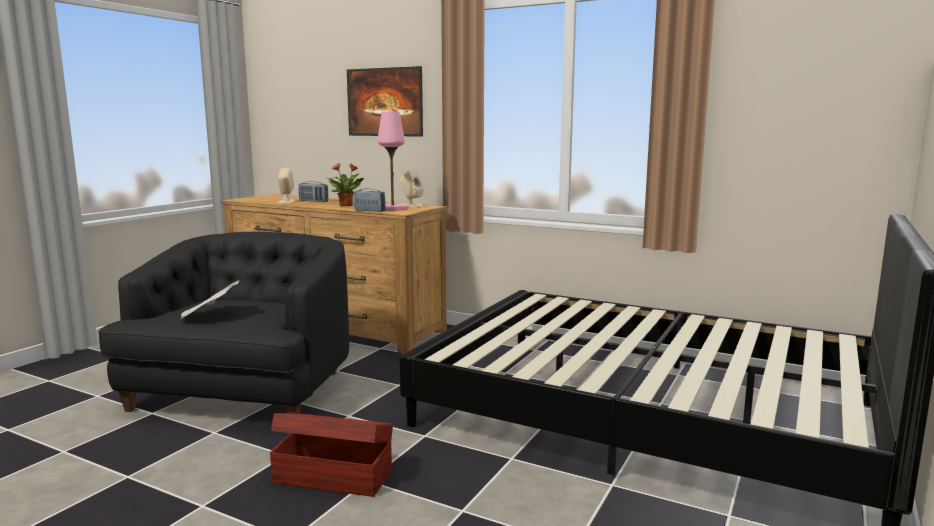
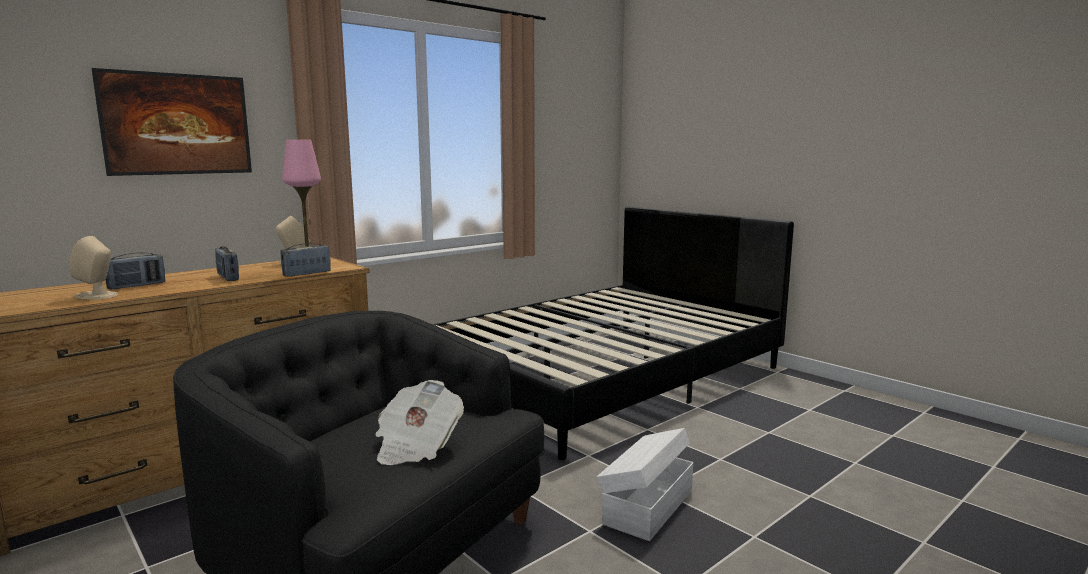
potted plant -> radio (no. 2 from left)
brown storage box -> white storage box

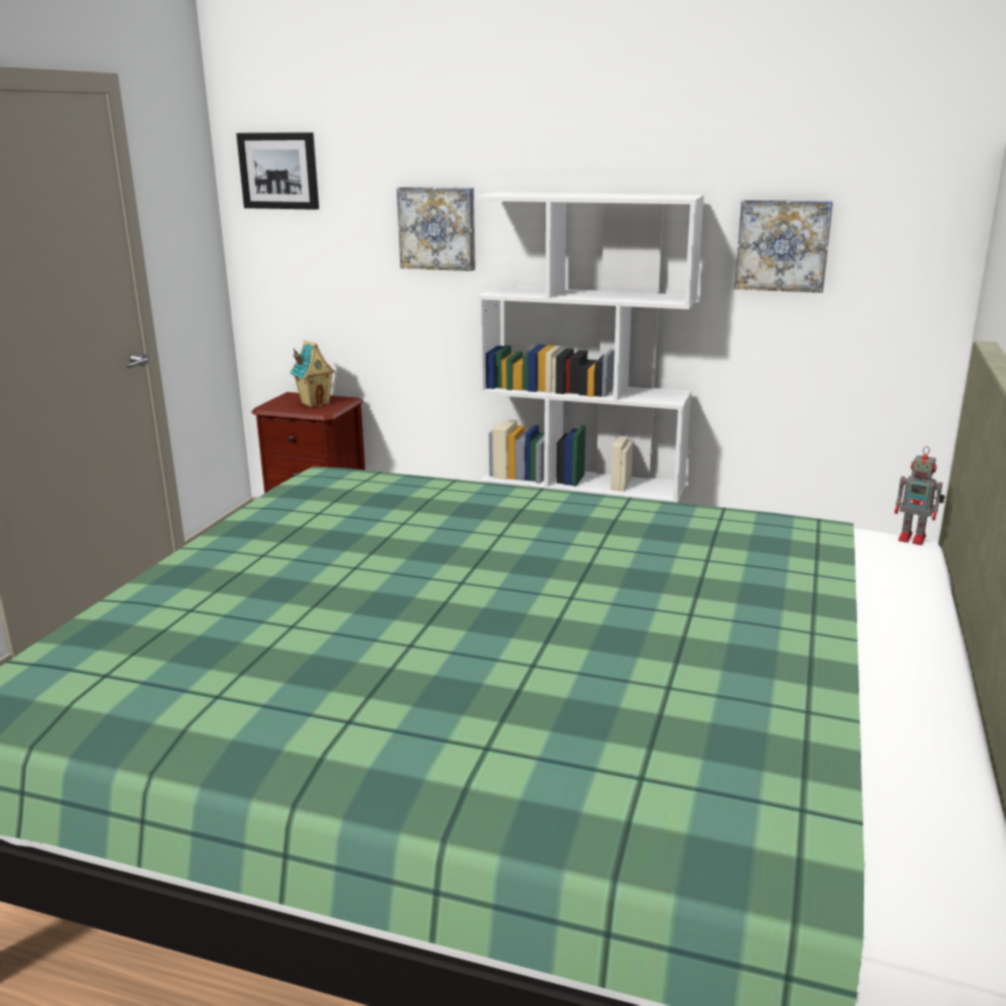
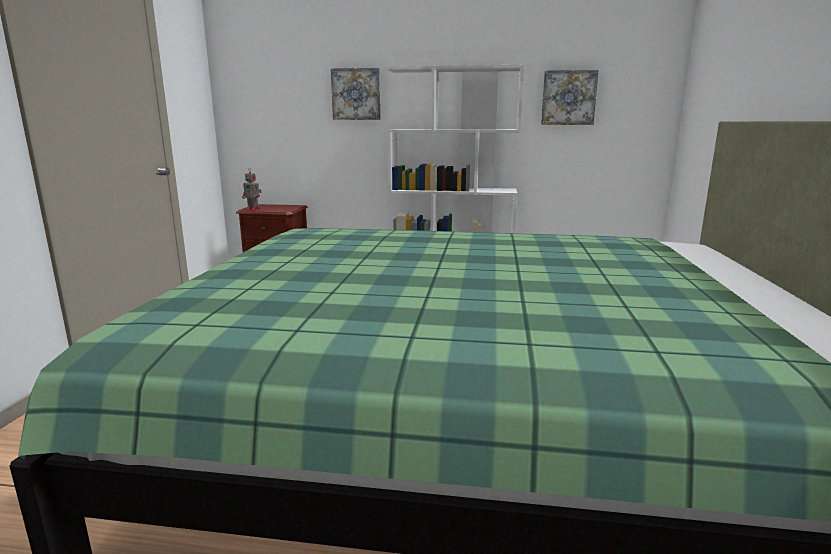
picture (no. 1 from left) -> none
toy house -> none
toy robot, shifted

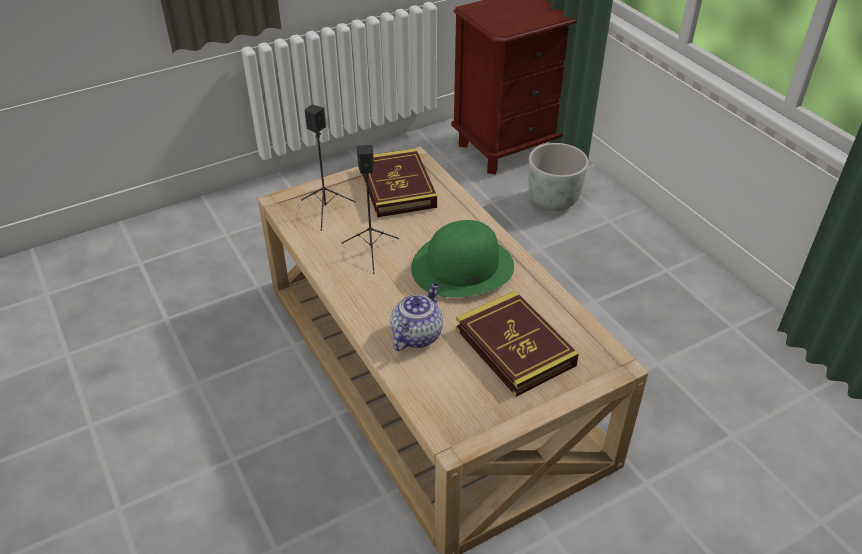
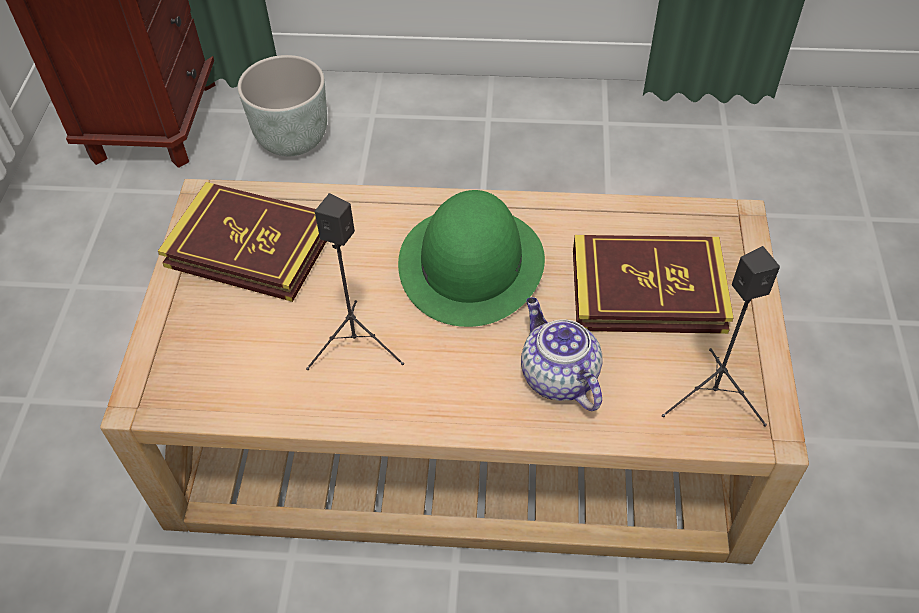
black speaker (no. 1 from left in the first image) -> black speaker (no. 2 from left), shifted

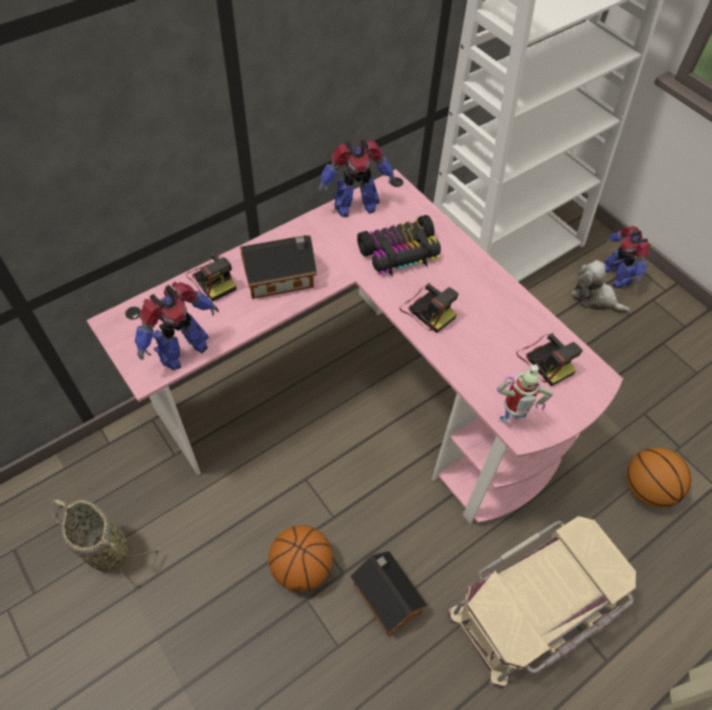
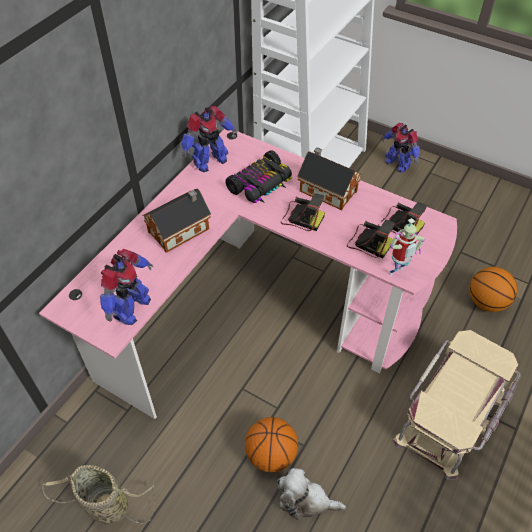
photo camera (no. 1 from left in the first image) -> photo camera (no. 2 from left), shifted
plush toy, shifted
toy house (no. 2 from left), shifted

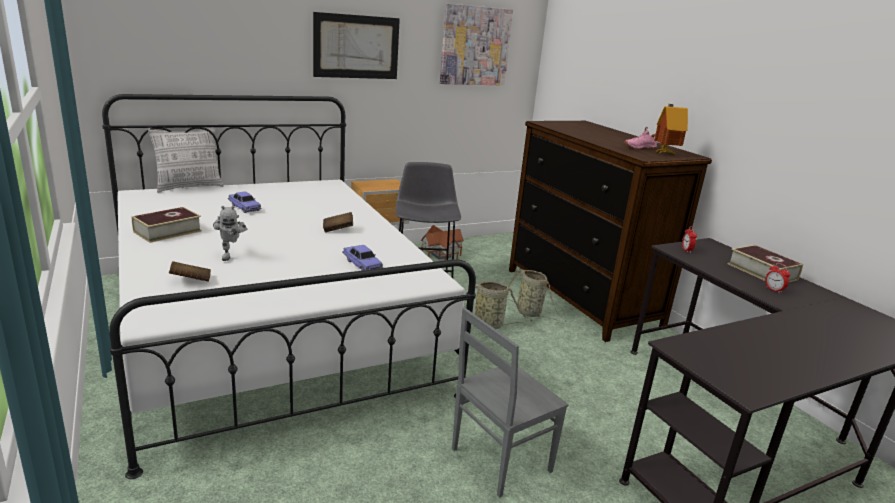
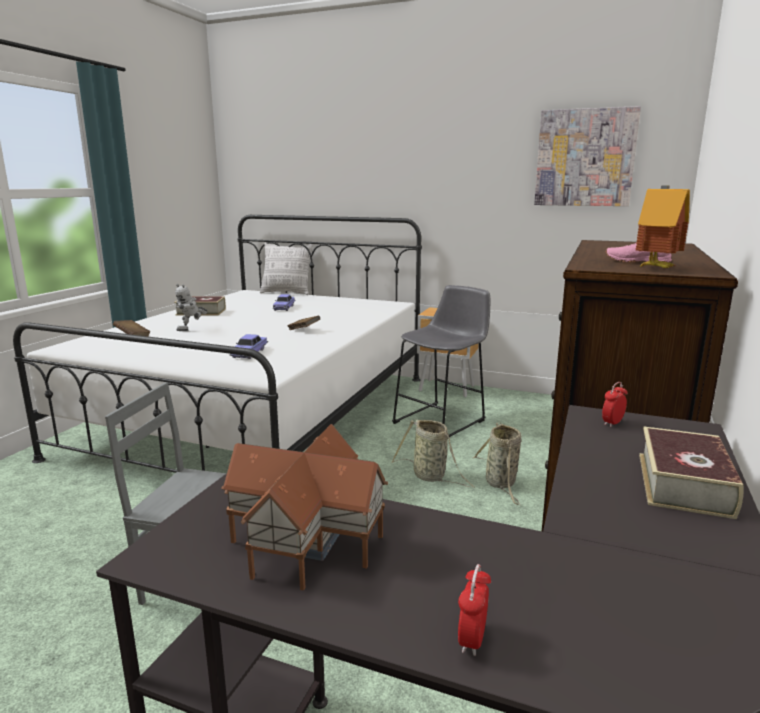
picture (no. 1 from left) -> none
toy house (no. 1 from left), shifted
alarm clock (no. 2 from left in the first image) -> alarm clock (no. 1 from left), shifted

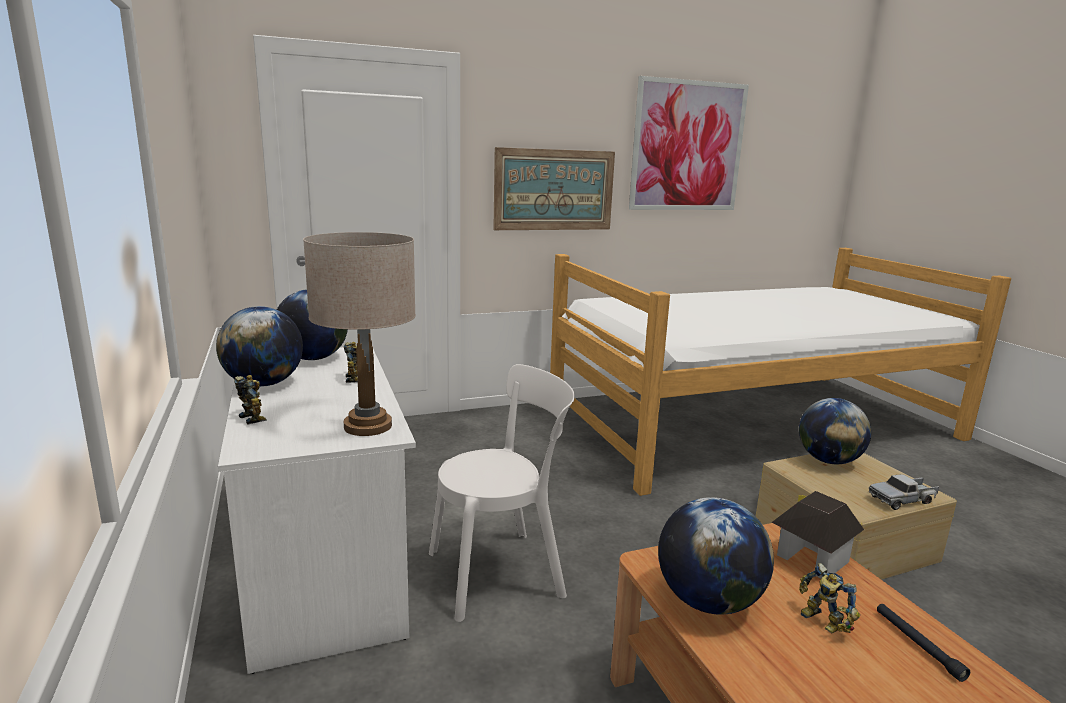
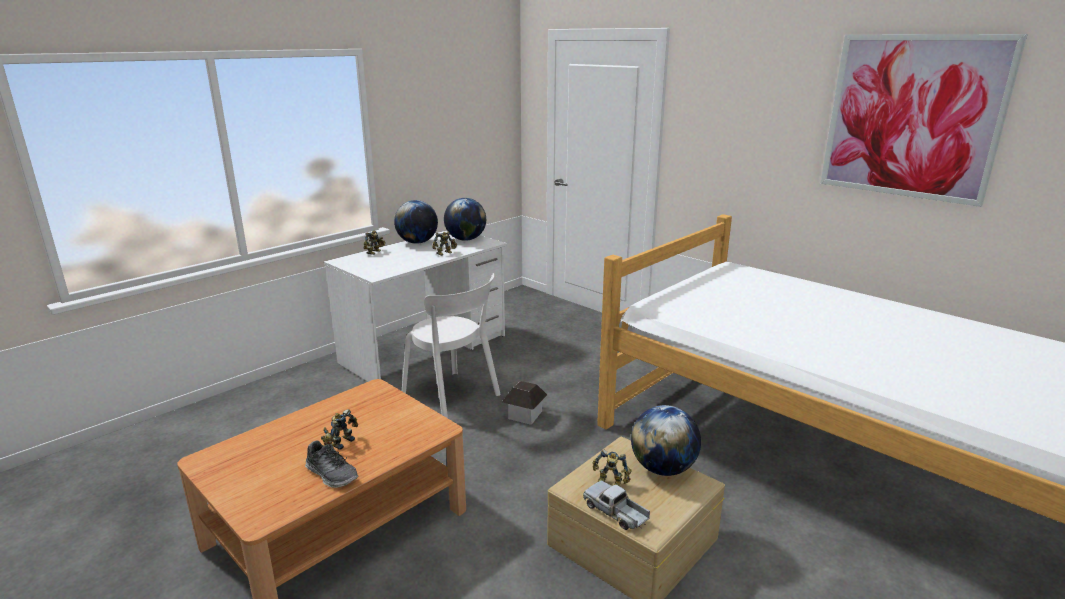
picture (no. 1 from left) -> none
beige table lamp -> none
toy house, shifted
globe (no. 3 from left) -> none
black flashlight -> shoe
none -> toy robot (no. 4 from left)

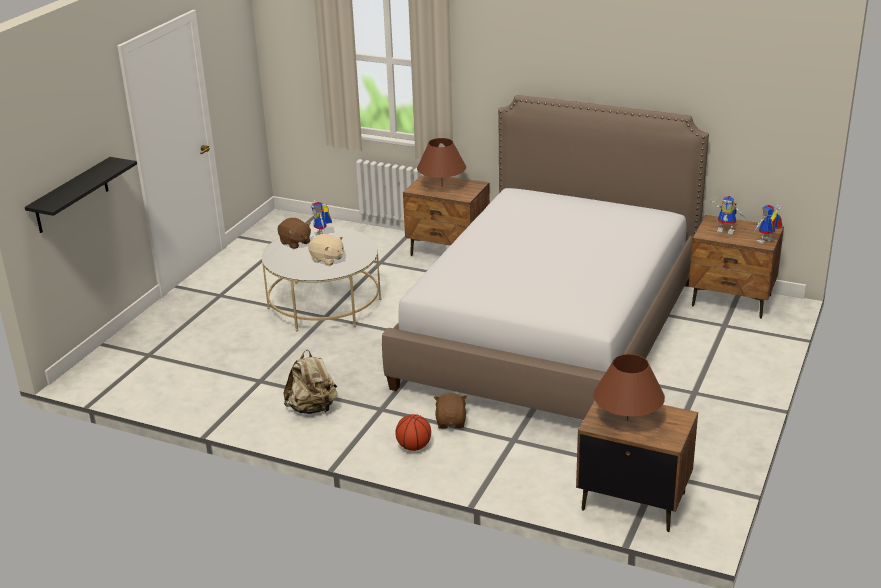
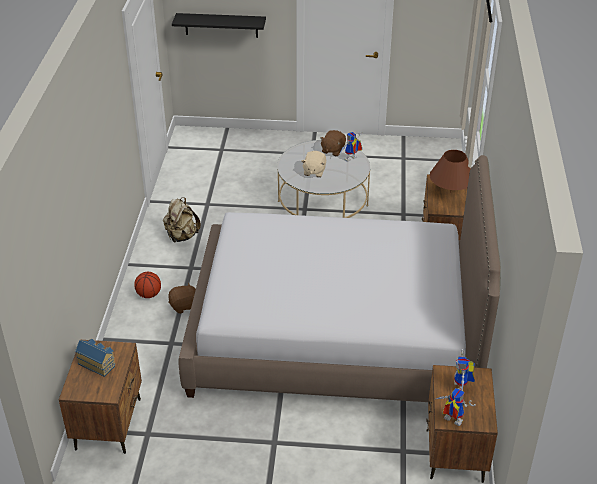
brown table lamp (no. 2 from left) -> toy house

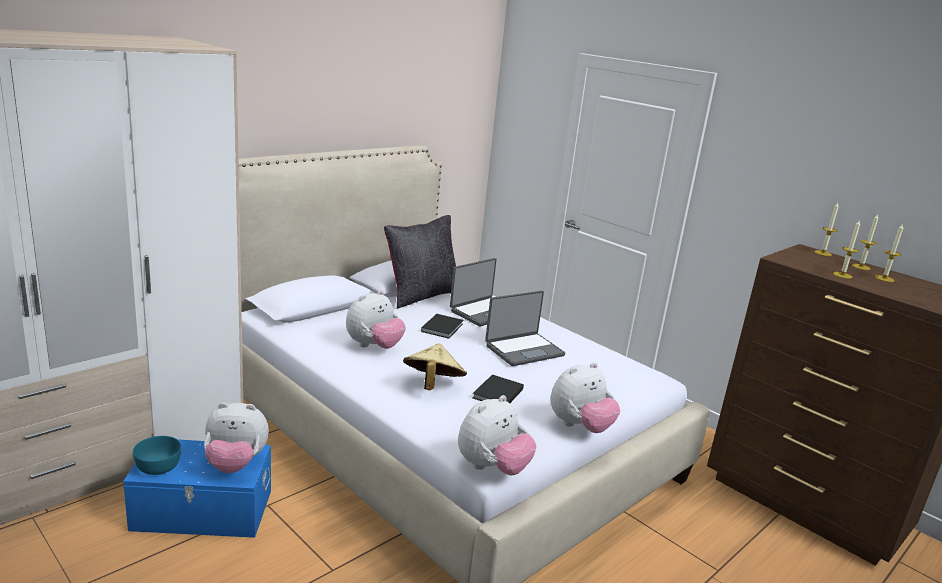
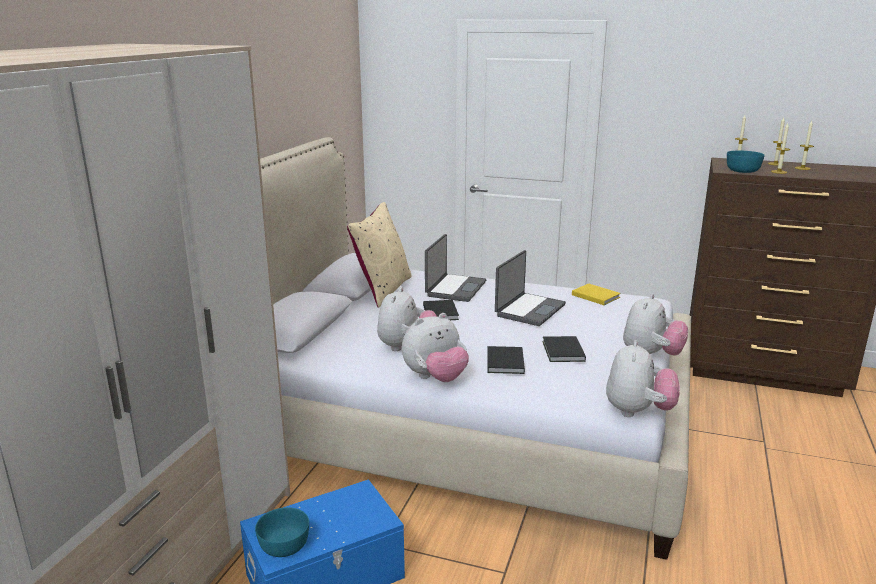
black pillow -> beige pillow
beige hat -> black book (no. 2 from left)
plush toy (no. 1 from left in the first image) -> plush toy (no. 2 from left), shifted
none -> turquoise bowl (no. 2 from left)
none -> yellow book

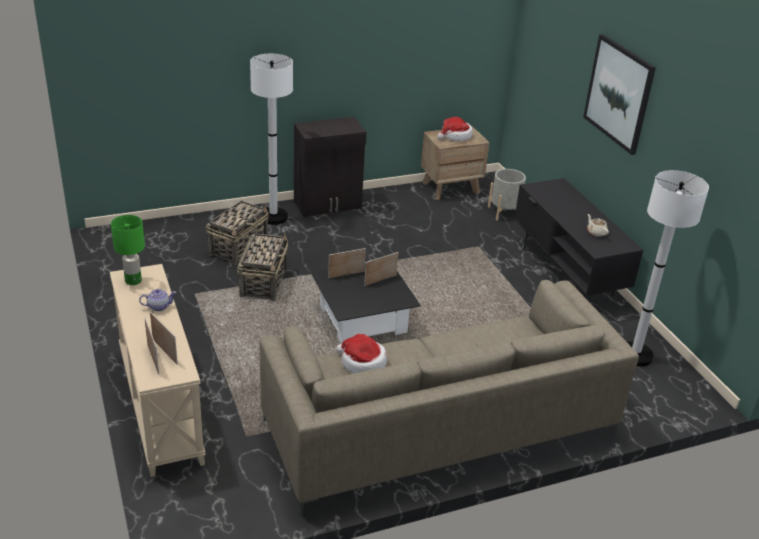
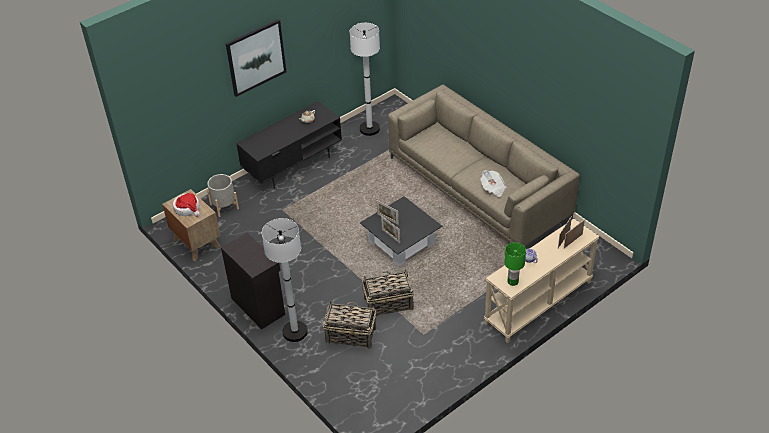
hat (no. 1 from left) -> newspaper

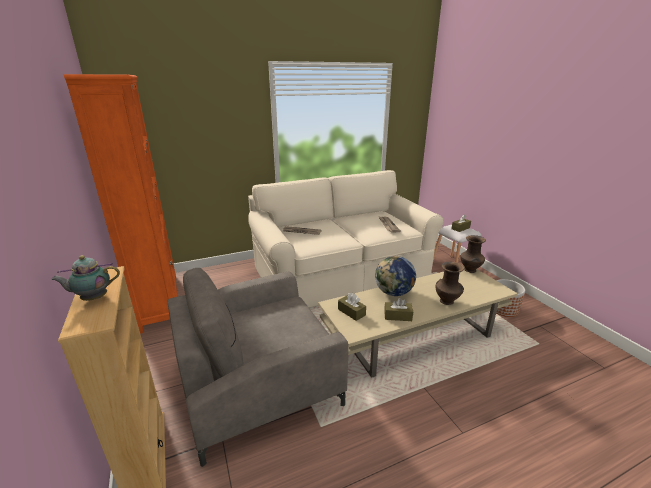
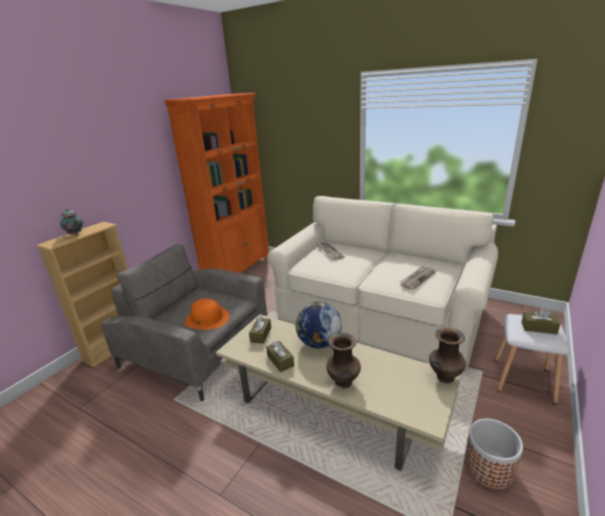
none -> orange hat

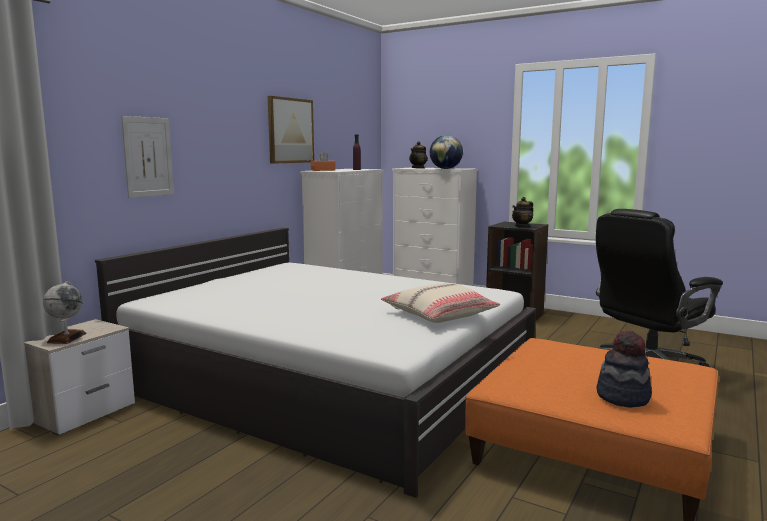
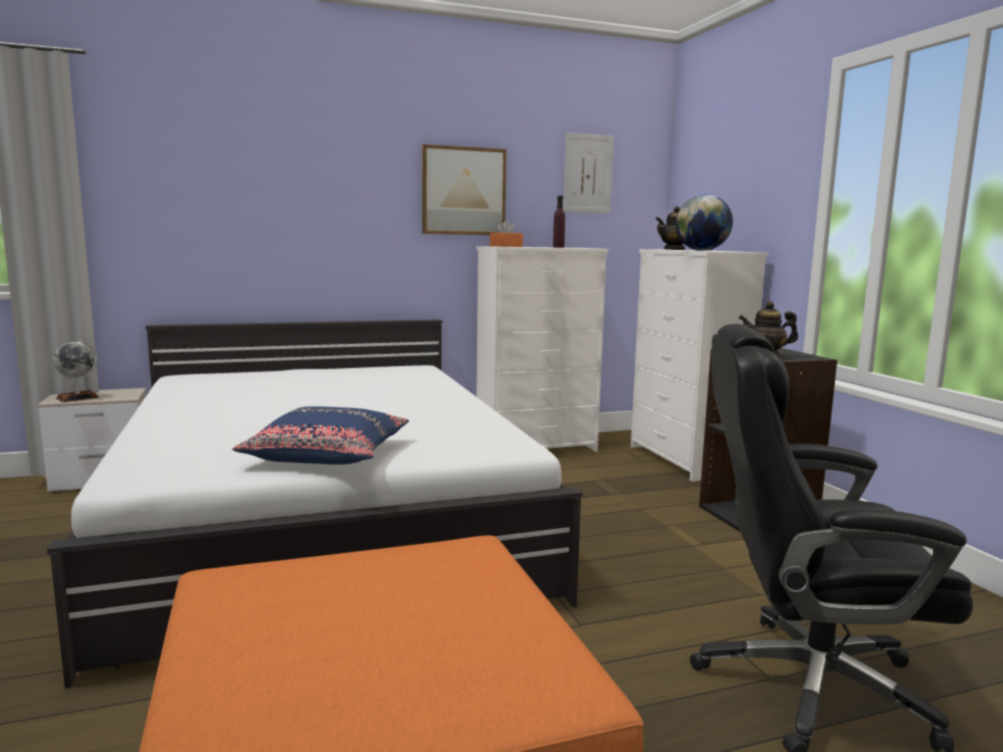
picture (no. 1 from left in the first image) -> picture (no. 2 from left), shifted
beige pillow -> blue pillow
hat -> none

